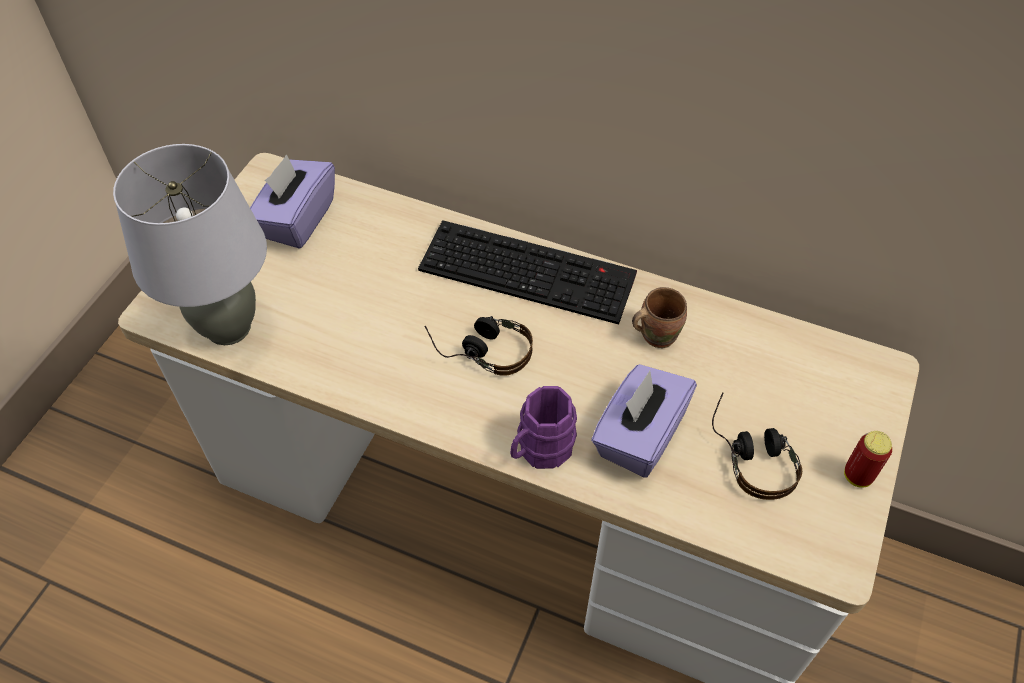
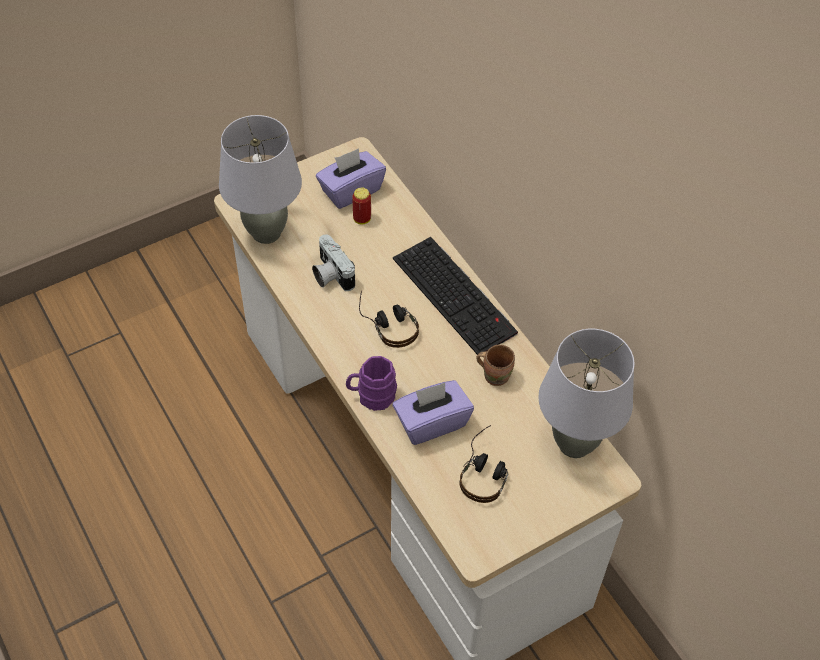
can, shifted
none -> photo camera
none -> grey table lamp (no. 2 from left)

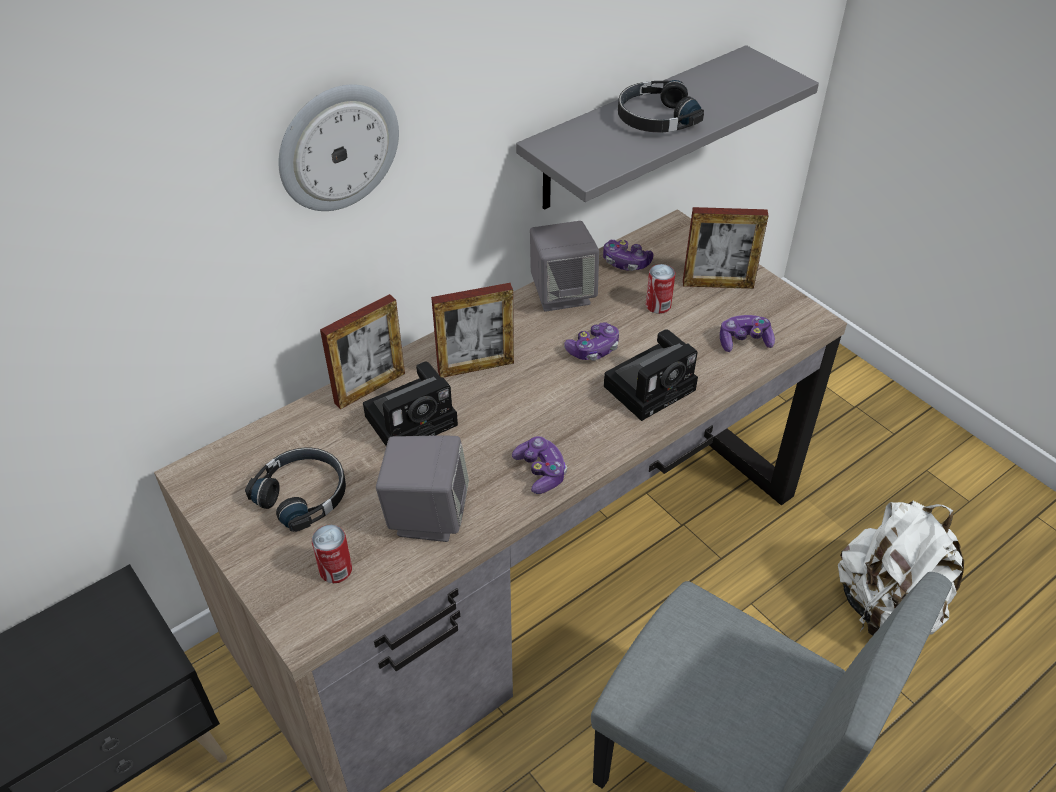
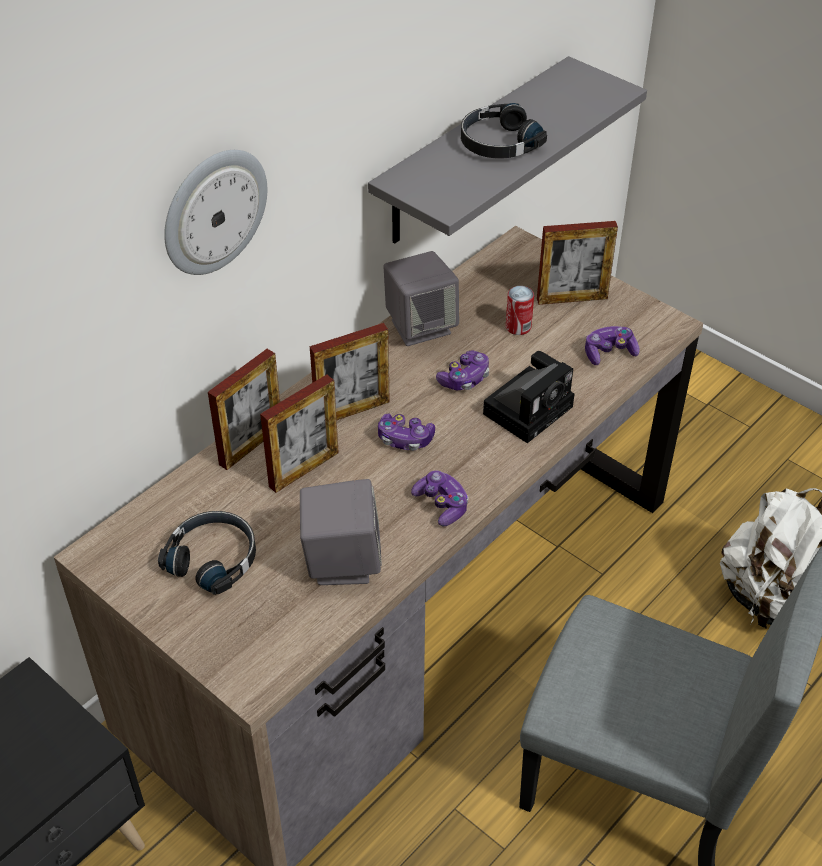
game controller (no. 3 from left in the first image) -> game controller (no. 1 from left), shifted
photo camera (no. 1 from left) -> picture frame (no. 2 from left)
can (no. 1 from left) -> none

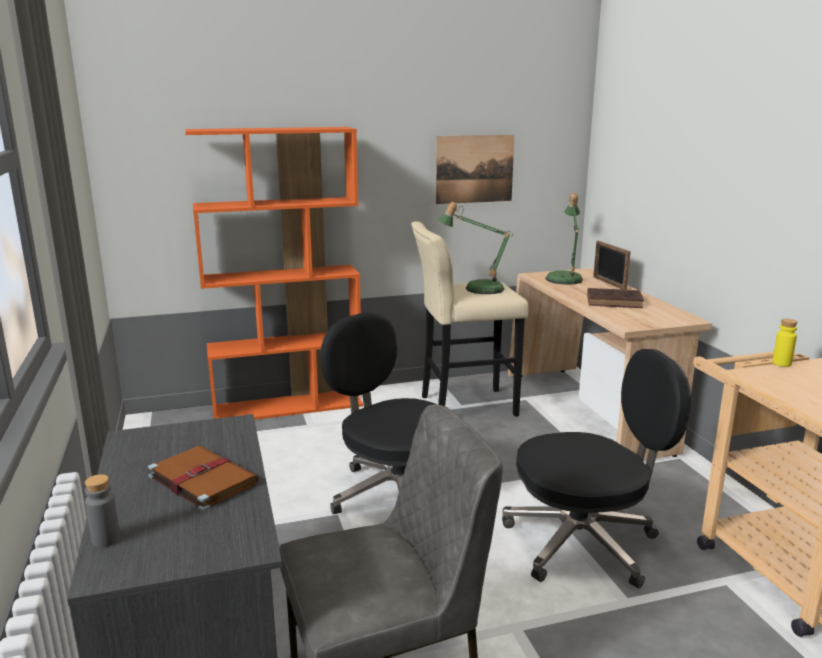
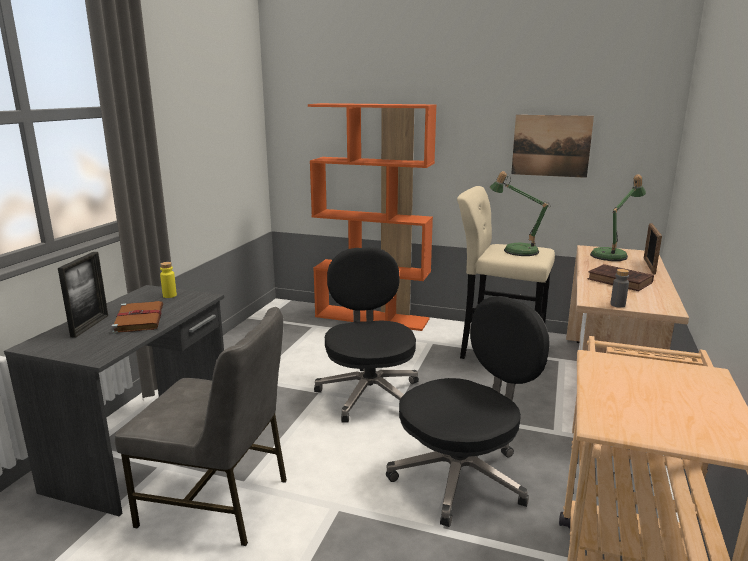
yellow bottle, shifted
black office chair (no. 2 from left), 60 degrees counterclockwise
grey bottle, shifted
none -> picture frame (no. 1 from left)

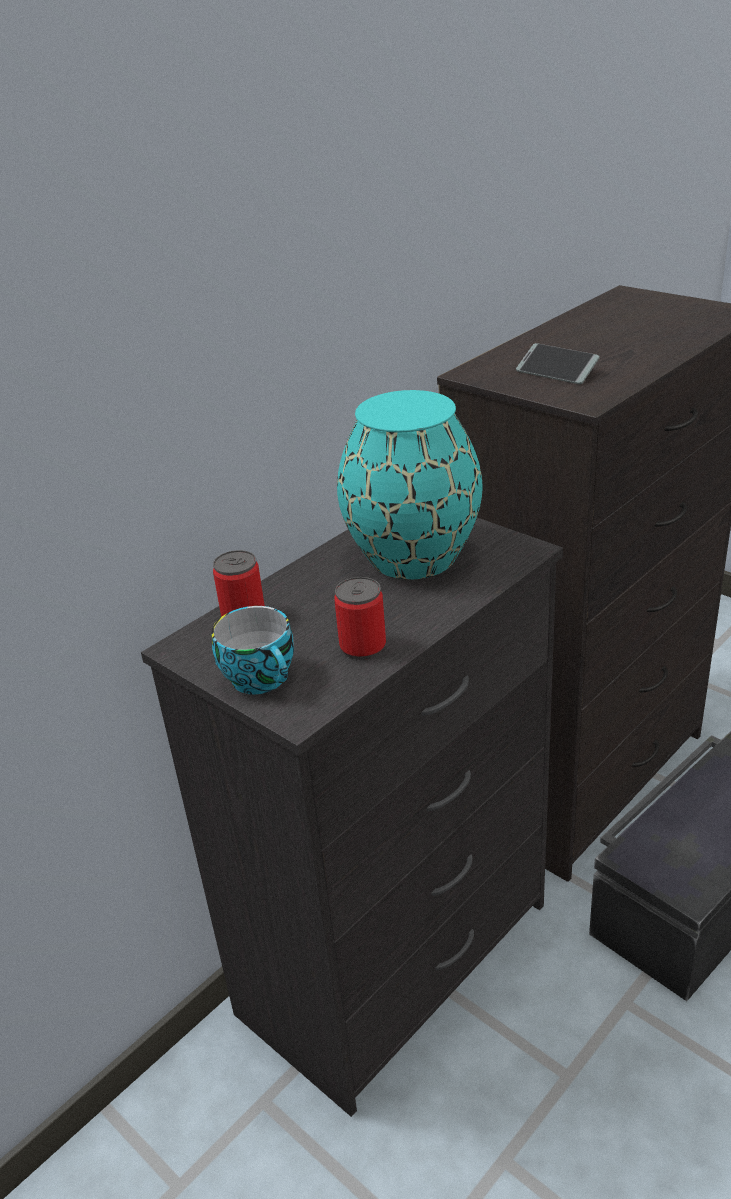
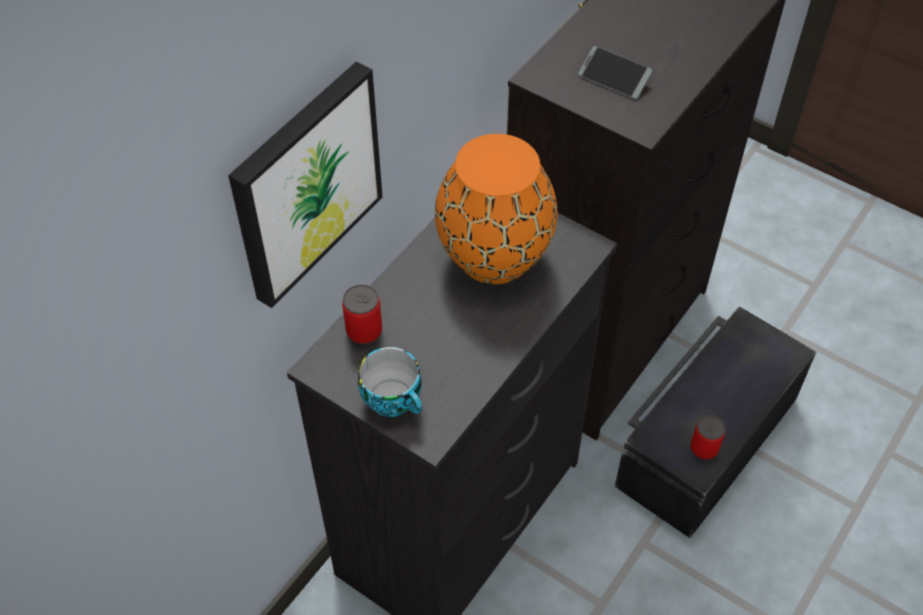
turquoise vase -> orange vase
can (no. 2 from left), shifted
none -> picture

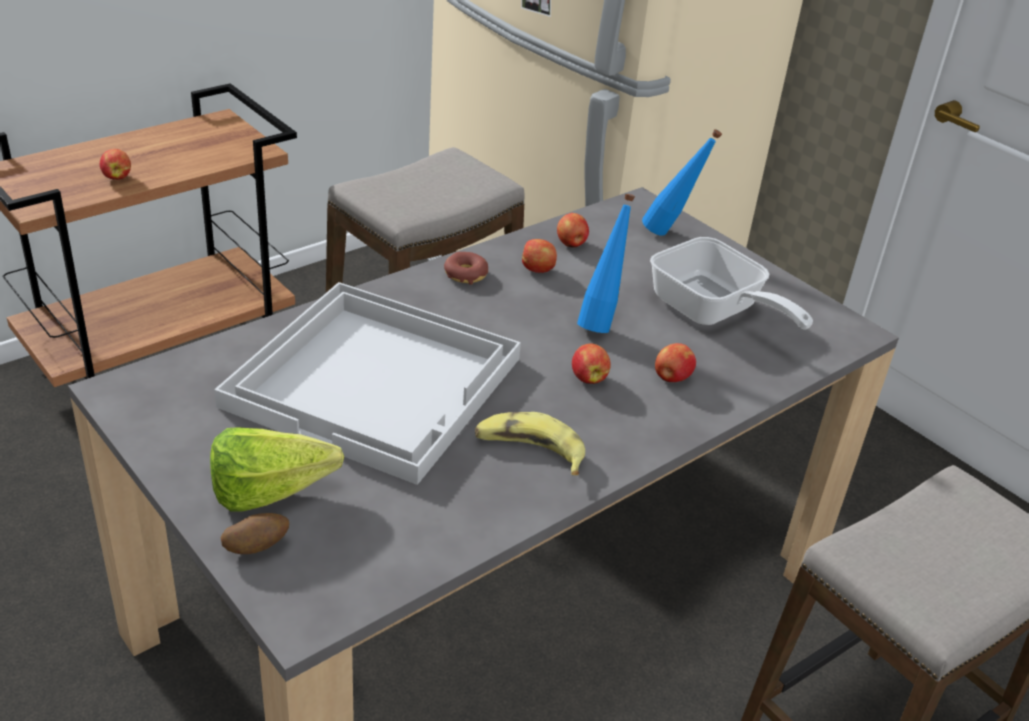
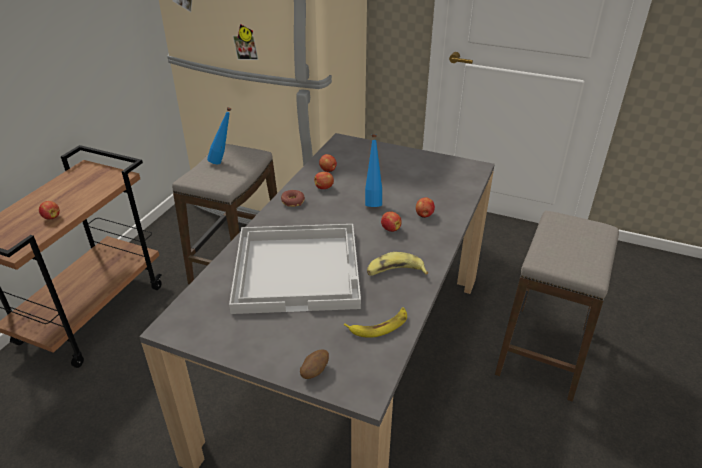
blue bottle (no. 2 from left in the first image) -> blue bottle (no. 1 from left), shifted
frying pan -> none
lettuce -> none
none -> banana (no. 1 from left)

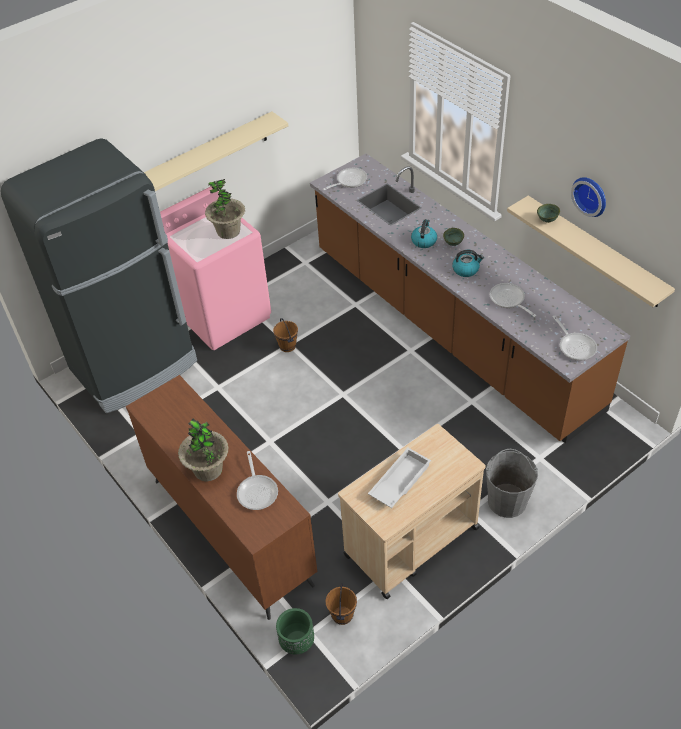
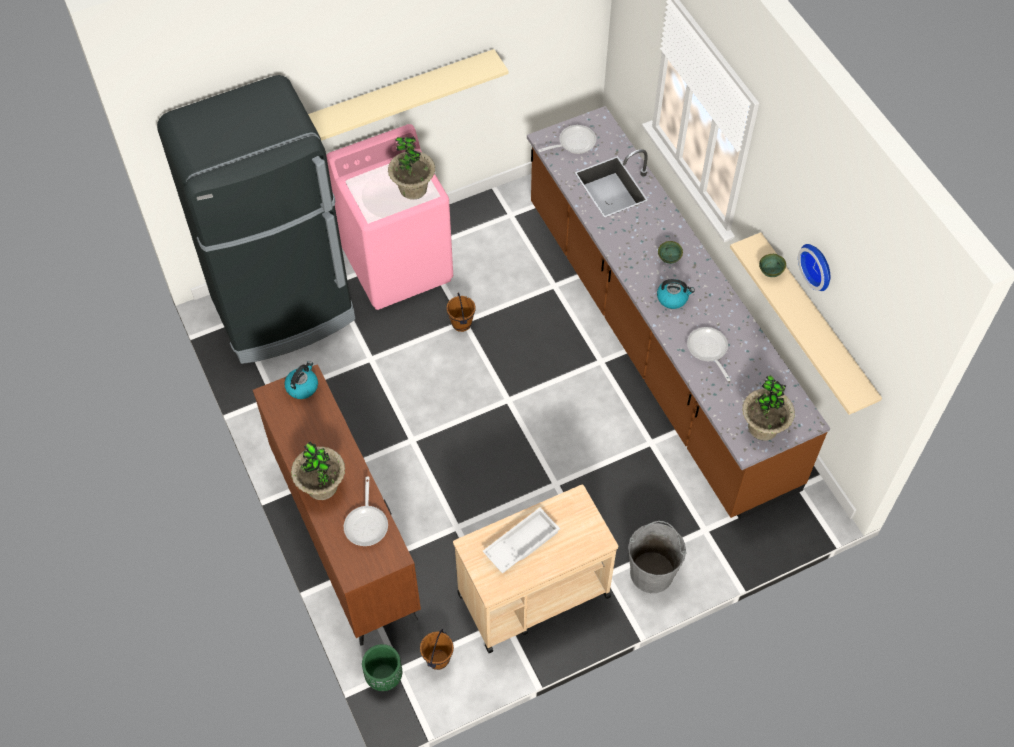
kettle (no. 1 from left), shifted
frying pan (no. 4 from left) -> potted plant (no. 3 from left)

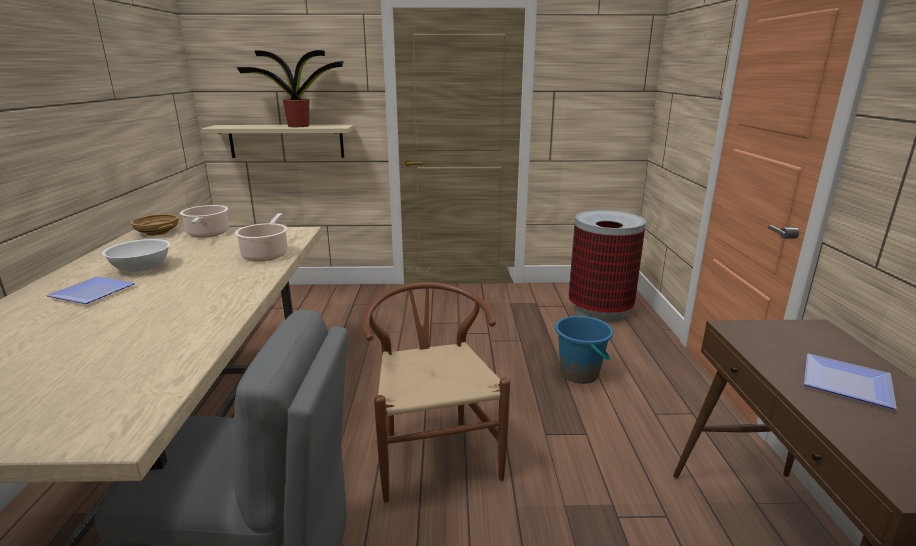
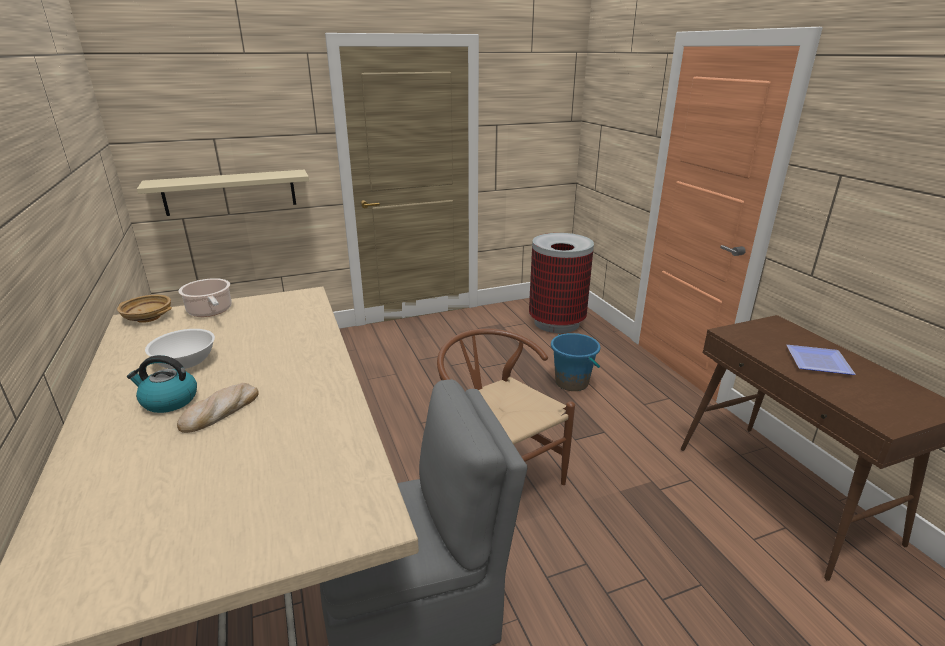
potted plant -> none
cooking pot (no. 2 from left) -> none
plate (no. 1 from left) -> kettle
none -> bread

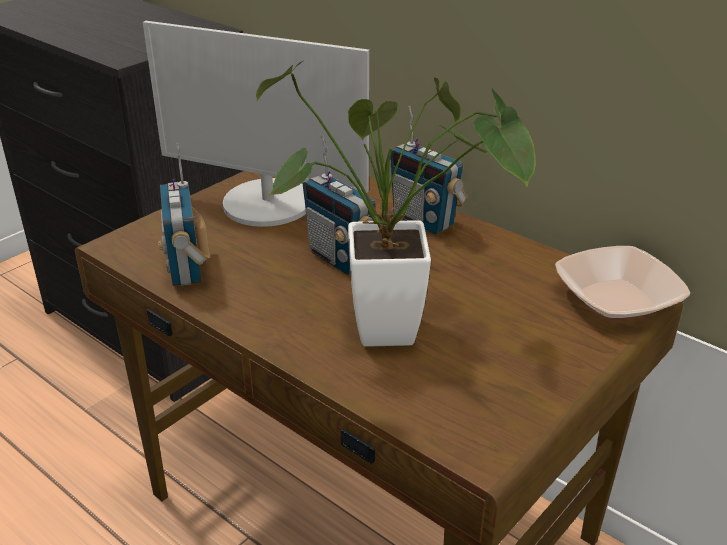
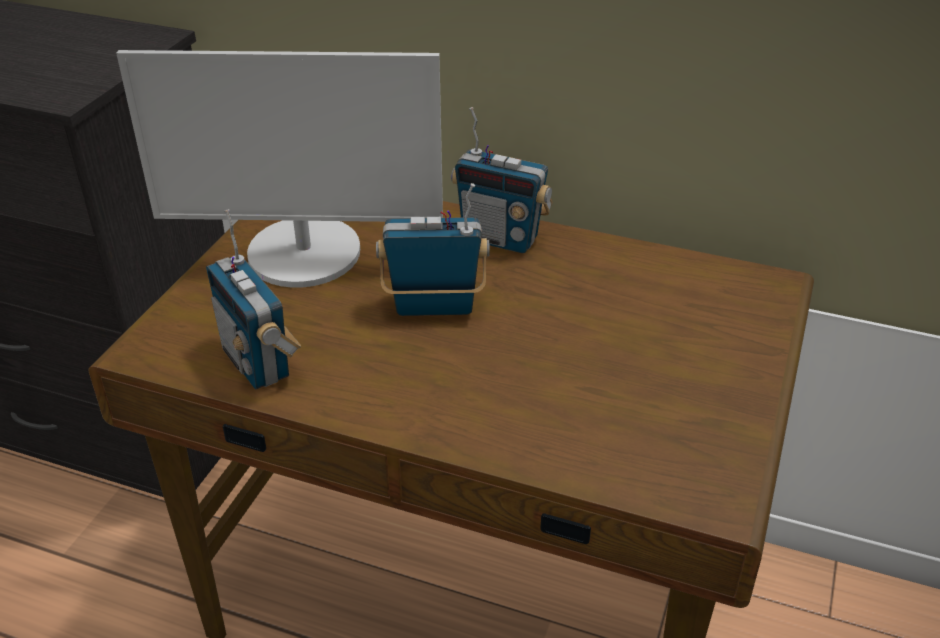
potted plant -> none
radio (no. 2 from left), 150 degrees clockwise
bowl -> none

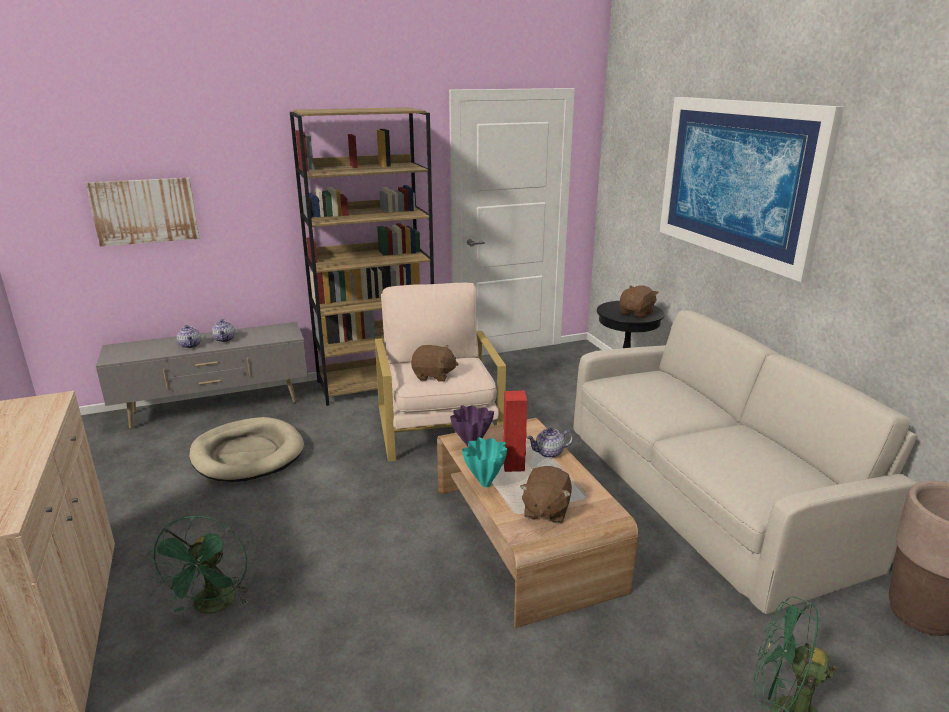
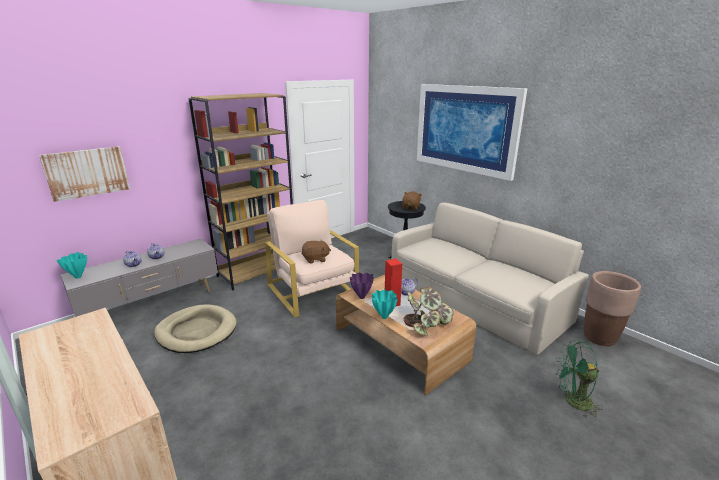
brown plush toy (no. 2 from left) -> potted plant
green fan (no. 1 from left) -> none
none -> turquoise vase (no. 1 from left)

